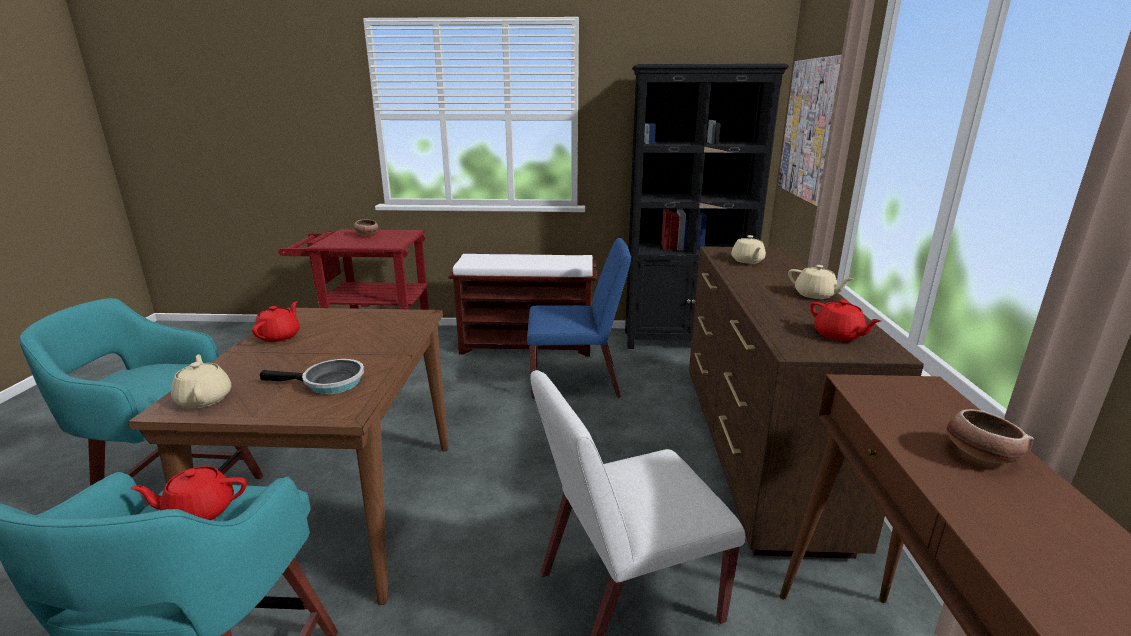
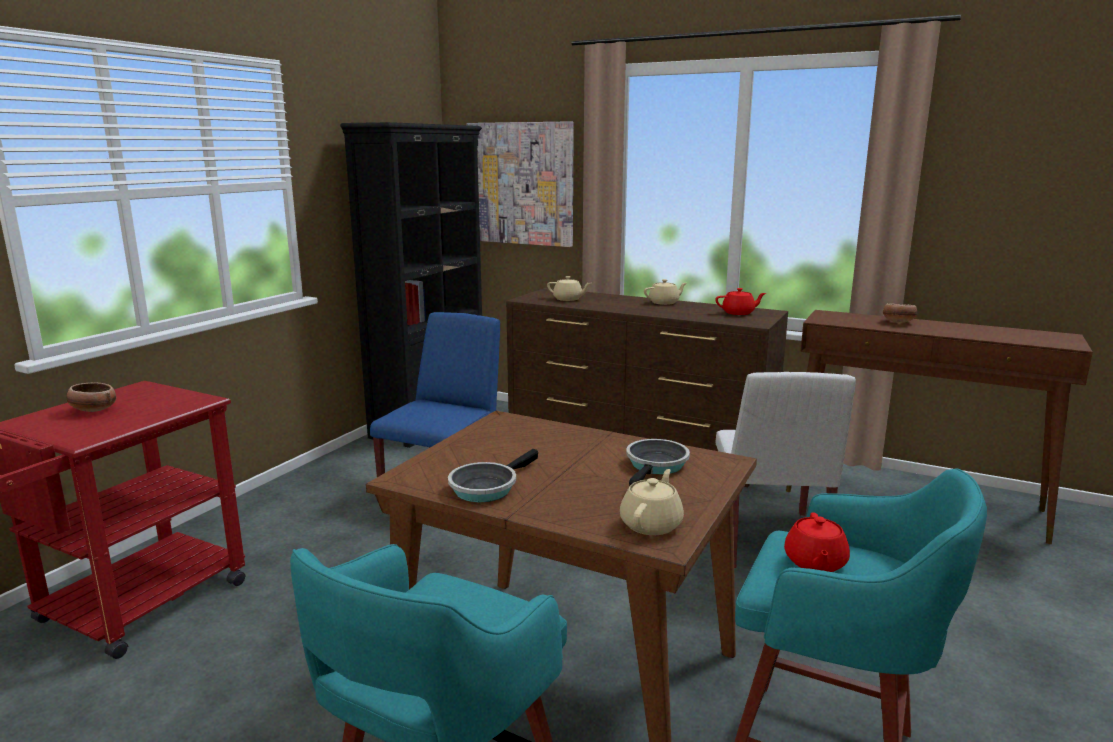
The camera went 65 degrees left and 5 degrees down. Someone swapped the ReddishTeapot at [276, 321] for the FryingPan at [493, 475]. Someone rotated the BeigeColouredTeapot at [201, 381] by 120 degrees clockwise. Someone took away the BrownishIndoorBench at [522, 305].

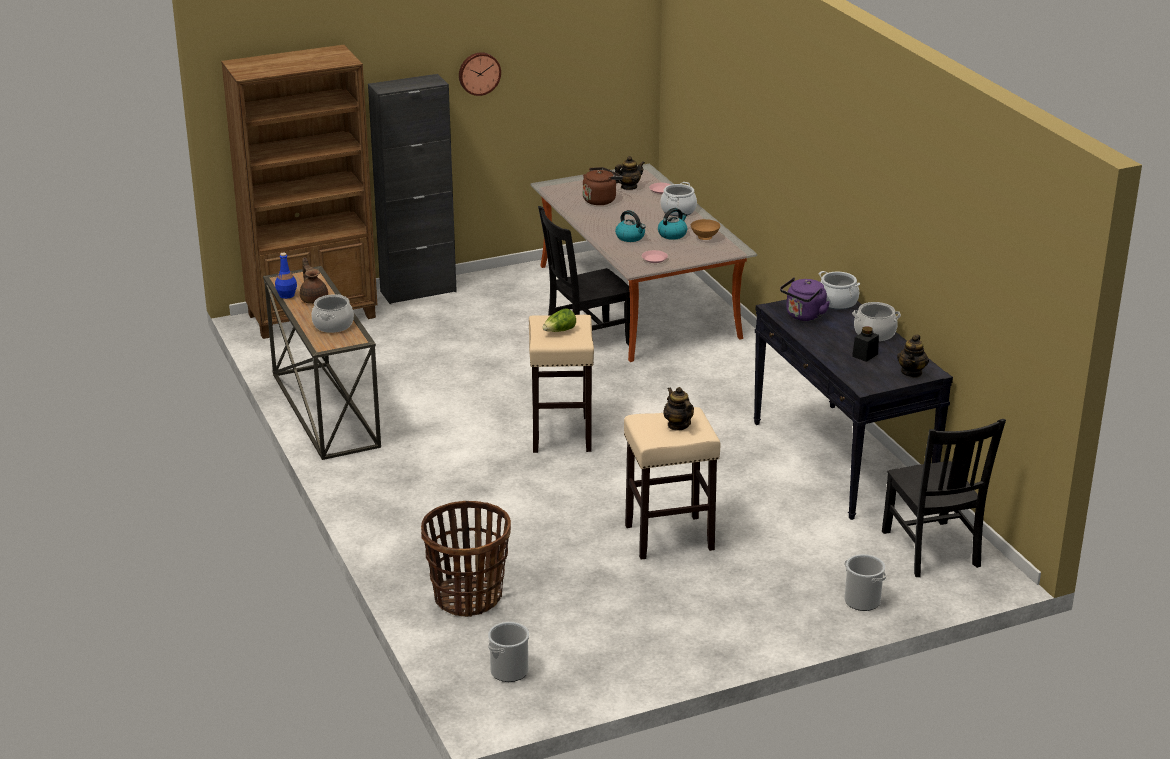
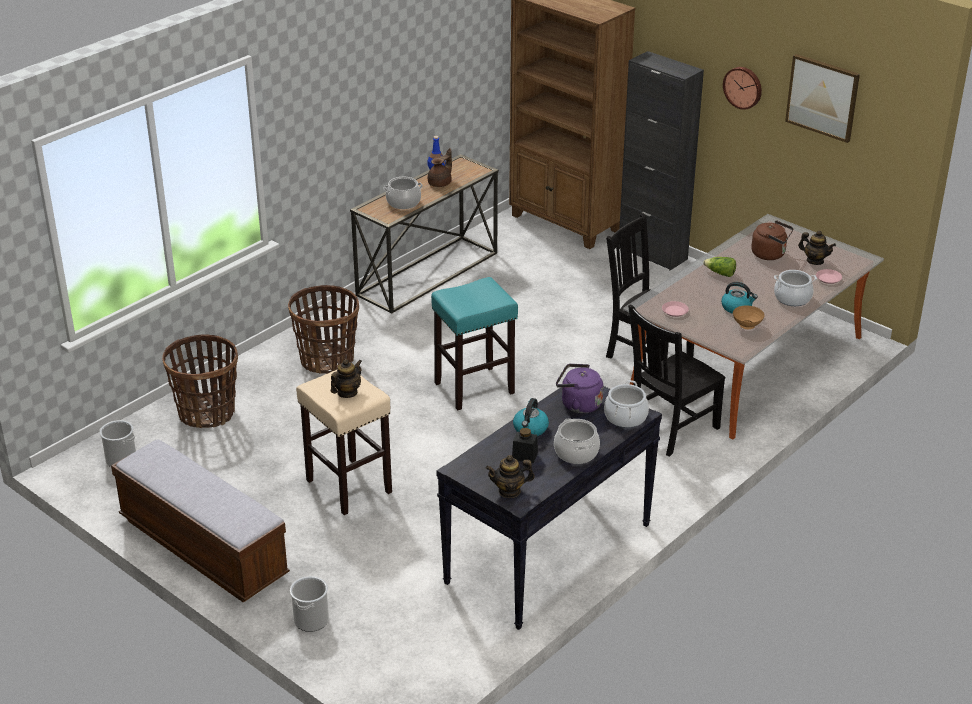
The camera went 65 degrees right and 5 degrees up. Someone put down the IndoorBench at [200, 521]. Someone put down the StorageBasket at [323, 329]. Someone repainted the BeigeColouredStoolSeat at [561, 384], which became the BlueGreenStoolSeat at [474, 343]. Someone carried the Kettle from [630, 226] to [531, 417]. Someone carried the BlackColouredChair from [944, 498] to [676, 381]. Someone carried the LettuceHead from [559, 320] to [719, 267]. Someone put up the Picture at [822, 98].

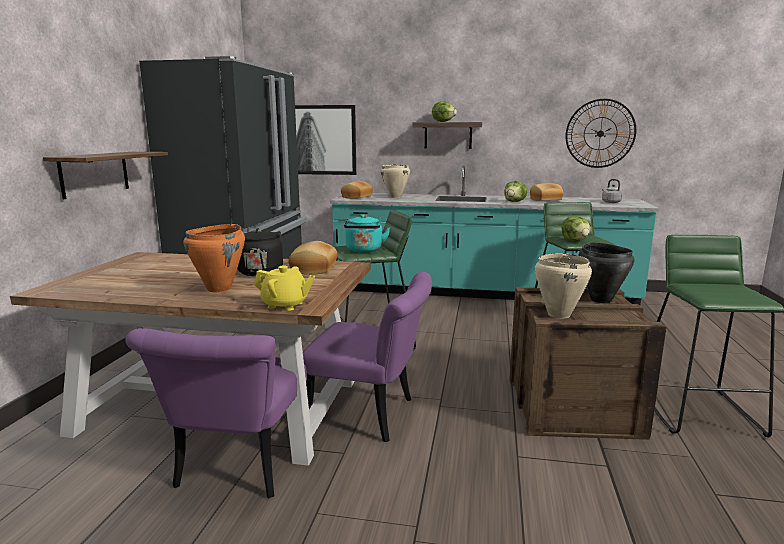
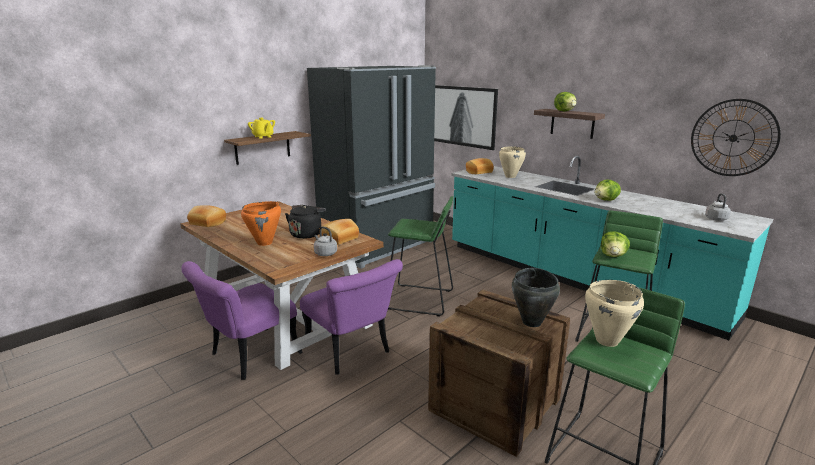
The camera went 35 degrees right and 5 degrees up. Someone carried the BakedBread from [546, 192] to [206, 216]. Someone carried the YellowColouredTeapot from [284, 288] to [261, 128]. Someone put down the GreyishKettle at [325, 241]. Someone carried the BeigeColouredSaucepot from [563, 285] to [614, 313]. Someone took away the BlueGreenKettle at [367, 233].

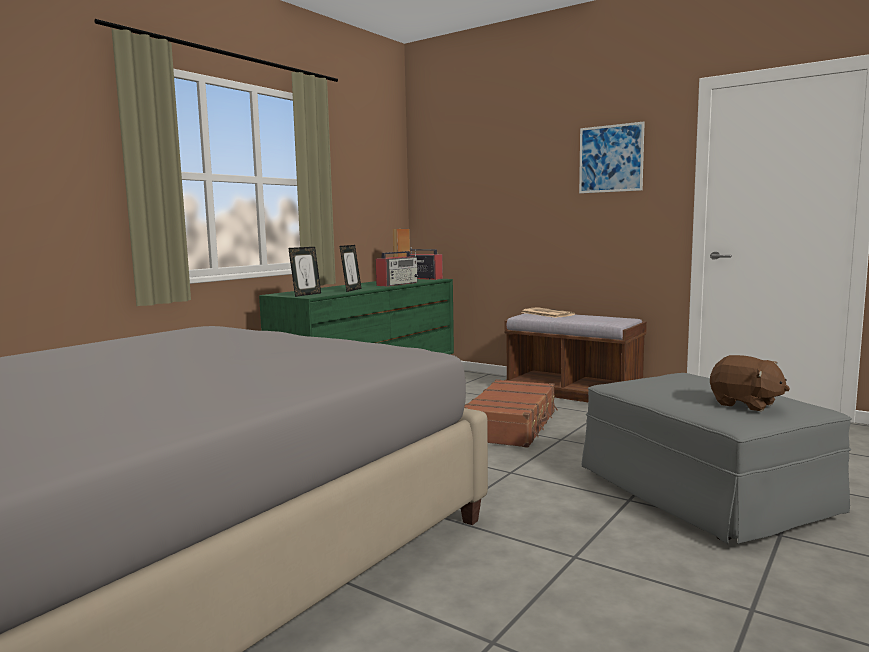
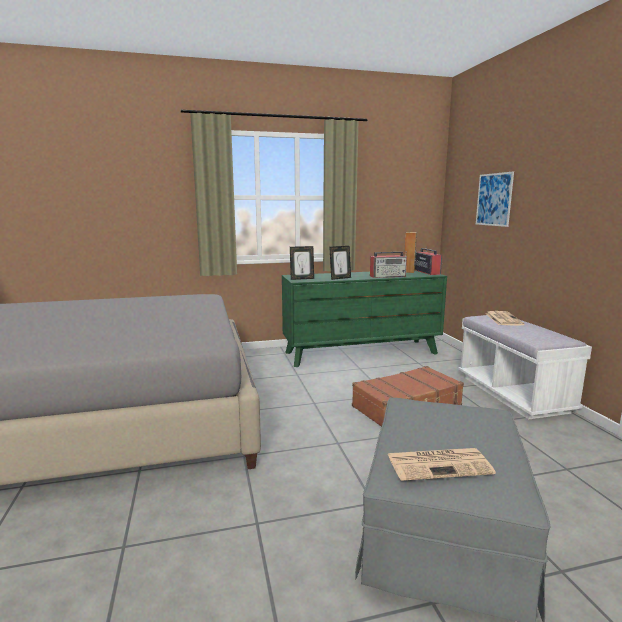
The camera went 40 degrees right and 5 degrees up. Someone swapped the BrownishCuddlyToy at [750, 383] for the DailyPaper at [441, 464]. Someone repainted the BrownishIndoorBench at [575, 357], which became the WhiteIndoorBench at [525, 367]. Someone carried the Picture from [612, 157] to [495, 199].

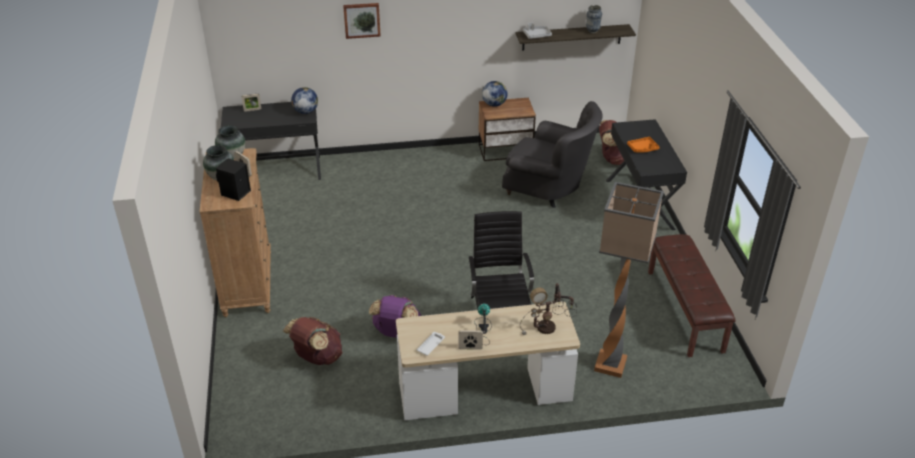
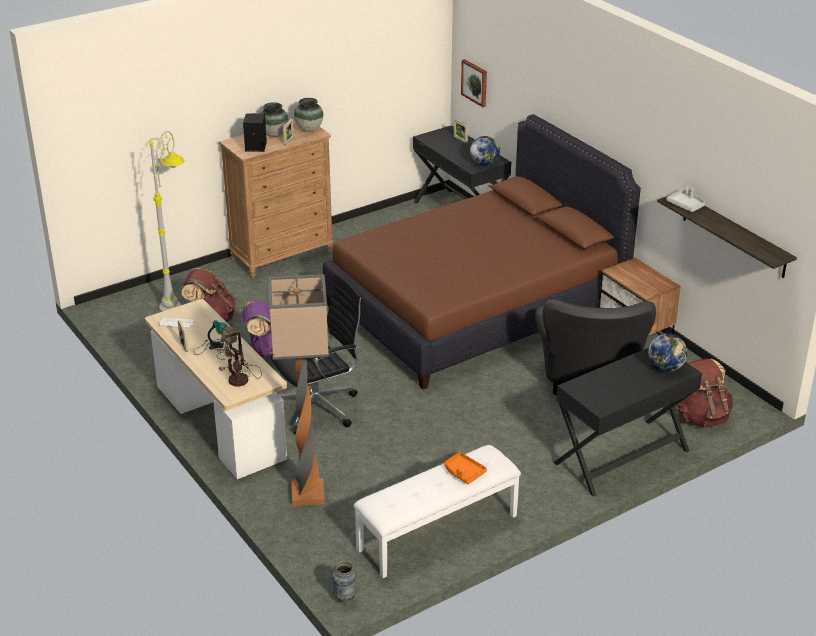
The camera went 65 degrees right and 5 degrees down. Someone put down the GreyishFloorLamp at [167, 221]. Someone put down the BrownishSleepingBed at [482, 251]. Someone carried the DecorativeVase from [594, 19] to [344, 582]. Someone repainted the BrownishIndoorBench at [691, 295], which became the WhiteIndoorBench at [437, 511]. Someone carried the OrangeColouredCarryingTray from [643, 145] to [465, 468]. Someone carried the Picture from [362, 21] to [474, 83]. Someone carried the DeskGlobe from [495, 94] to [667, 352].

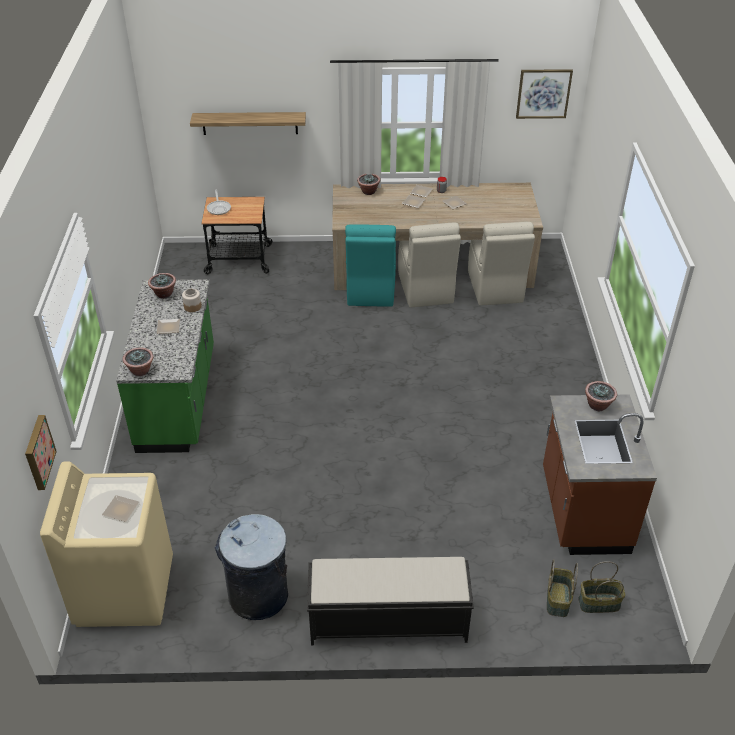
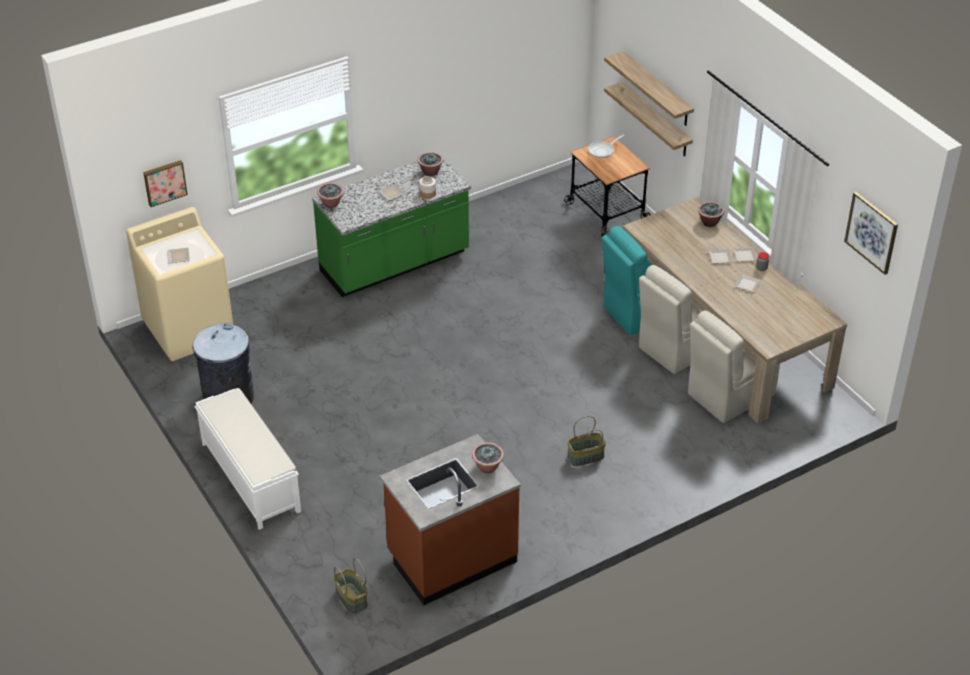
The camera went 60 degrees right and 0 degrees up. Someone repainted the BlackColouredIndoorBench at [390, 601], which became the WhiteIndoorBench at [248, 459]. Someone carried the StorageBasket from [562, 588] to [586, 441]. Someone put up the WallShelf at [648, 119].

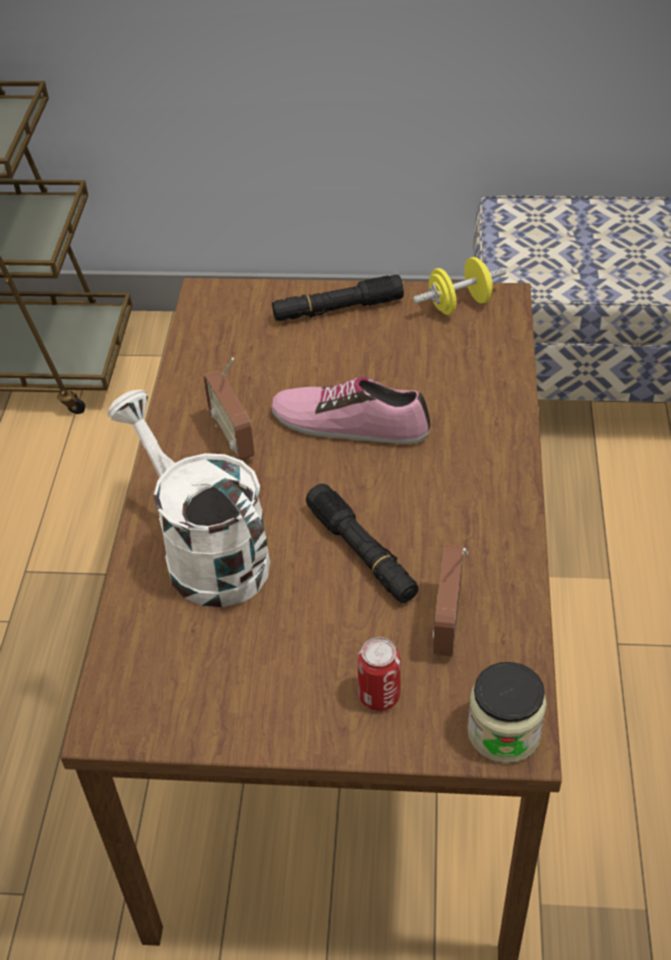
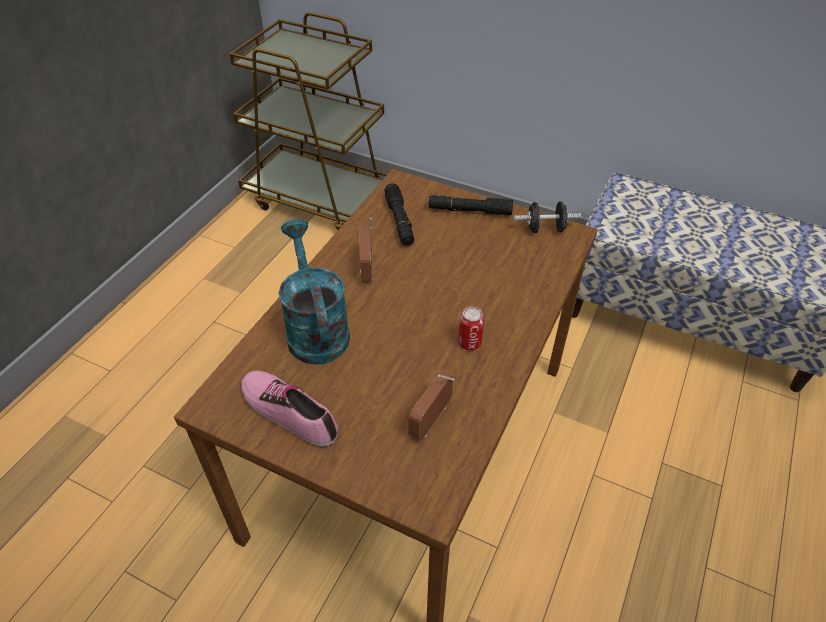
The camera went 20 degrees right and 0 degrees up. Someone carried the LowShoe from [351, 410] to [289, 409]. Someone repainted the WhiteWateringPot at [189, 498], which became the BlueGreenWateringPot at [314, 292]. Someone carried the BlackColouredHandTorch from [362, 543] to [399, 214]. Someone carried the Can from [379, 674] to [471, 329]. Someone repainted the YellowColouredFreeWeight at [459, 286], which became the BlackColouredFreeWeight at [547, 217]. Someone took away the PreserveJar at [506, 712].

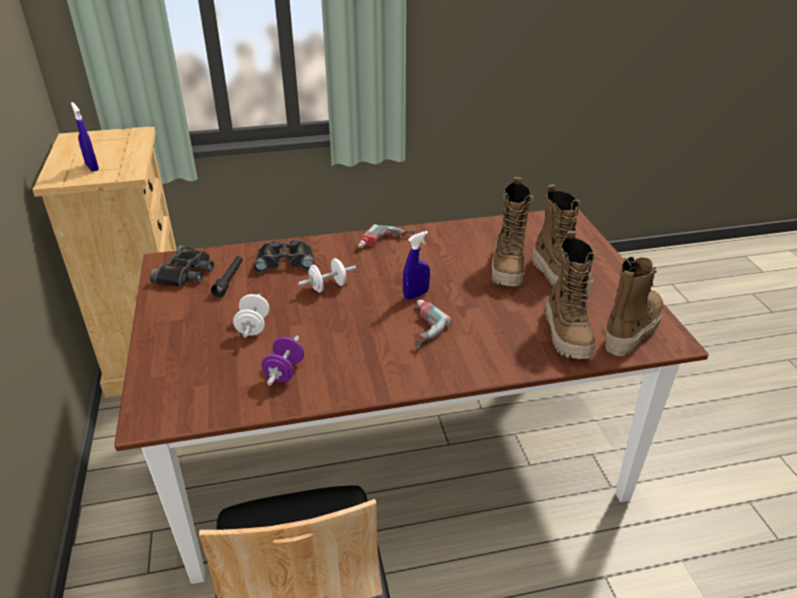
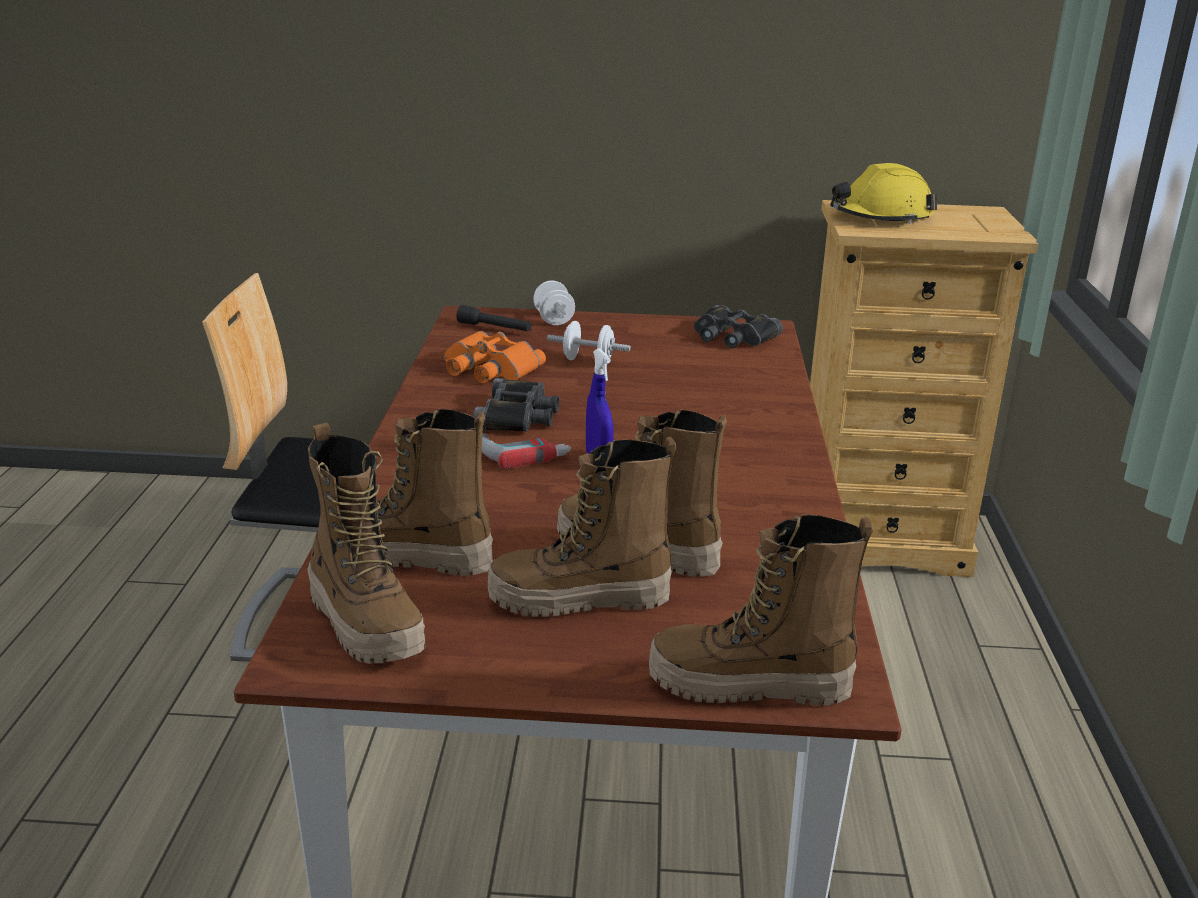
The camera went 105 degrees right and 10 degrees down. Someone swapped the PurpleFreeWeight at [282, 360] for the OrangeColouredFieldGlasses at [495, 357]. Someone carried the BlackColouredHandTorch from [227, 276] to [494, 318]. Someone carried the BlackColouredFieldGlasses from [284, 256] to [516, 405]. Someone carried the WhiteFreeWeight from [327, 275] to [554, 303]. Someone put down the HighTopBoot at [761, 610]. Someone swapped the BlueColouredSprayer at [85, 137] for the YellowColouredSafetyHelmet at [883, 193]. Someone took away the ElectricDrill at [389, 236].

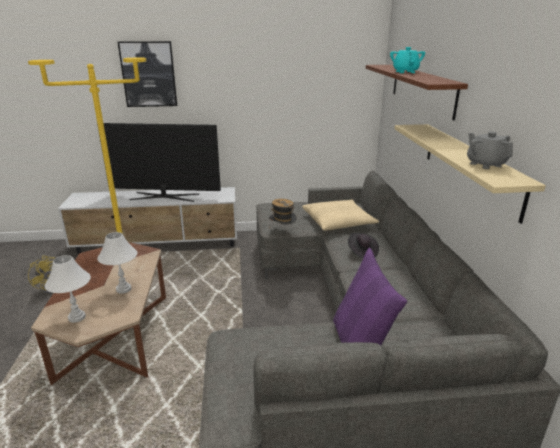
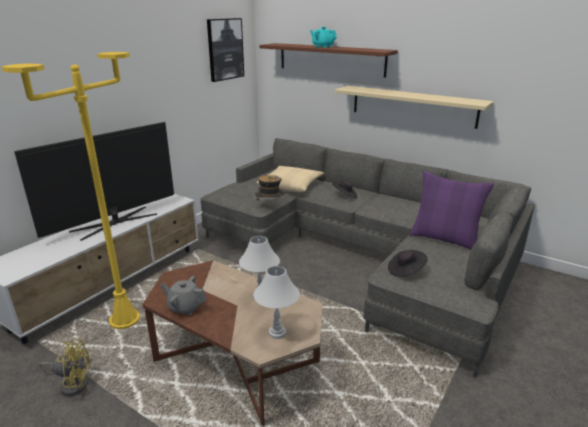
The camera went 50 degrees left and 0 degrees up. Someone carried the GreyishTeapot from [490, 150] to [183, 296]. Someone carried the Picture from [147, 74] to [225, 50]. Someone put down the BlackColouredClothingHat at [407, 263].

